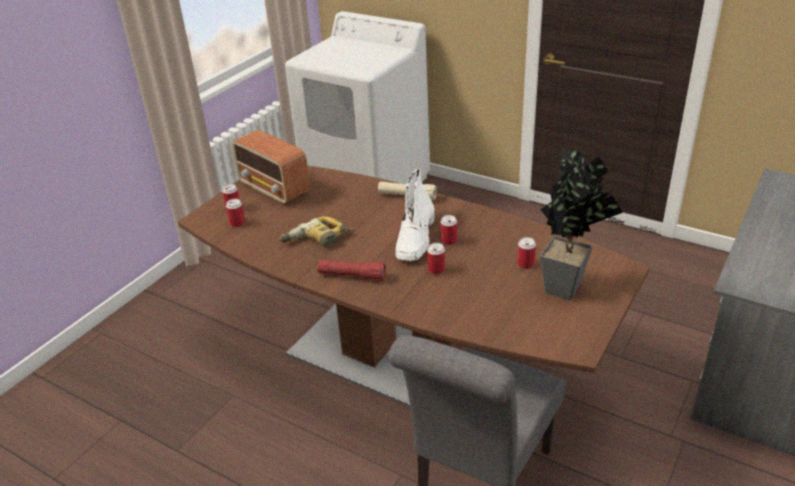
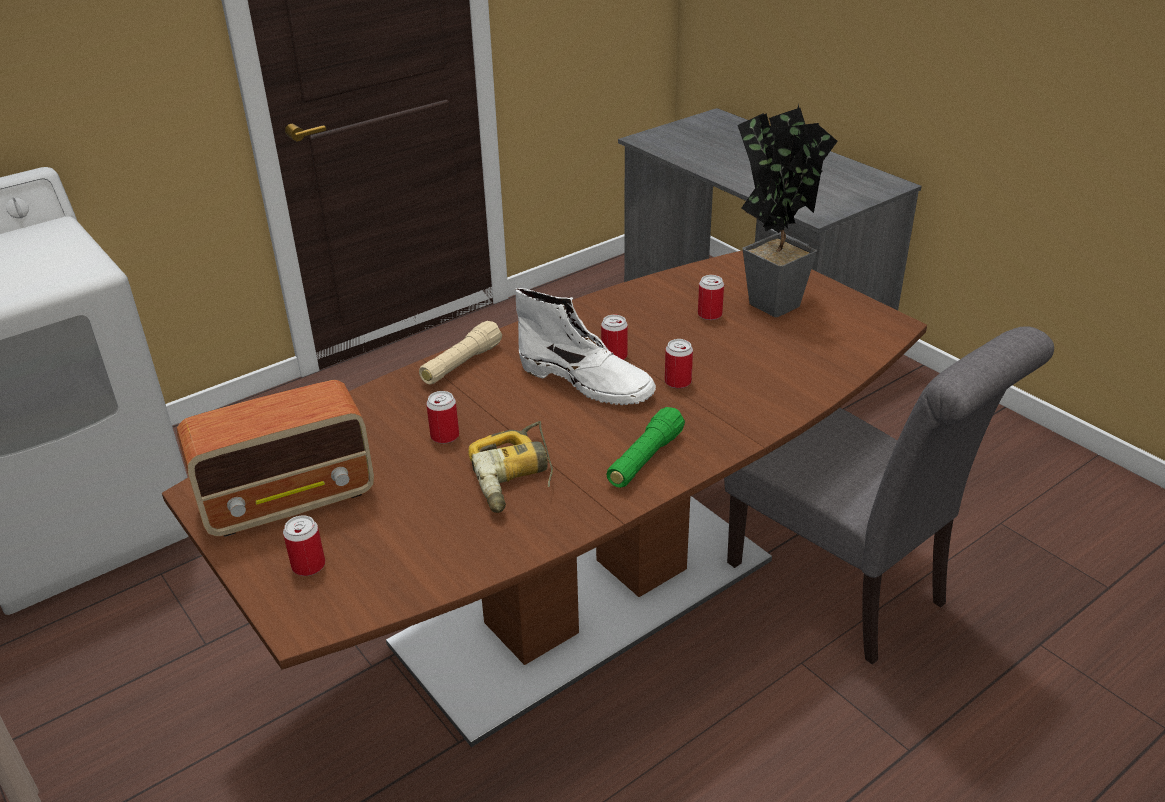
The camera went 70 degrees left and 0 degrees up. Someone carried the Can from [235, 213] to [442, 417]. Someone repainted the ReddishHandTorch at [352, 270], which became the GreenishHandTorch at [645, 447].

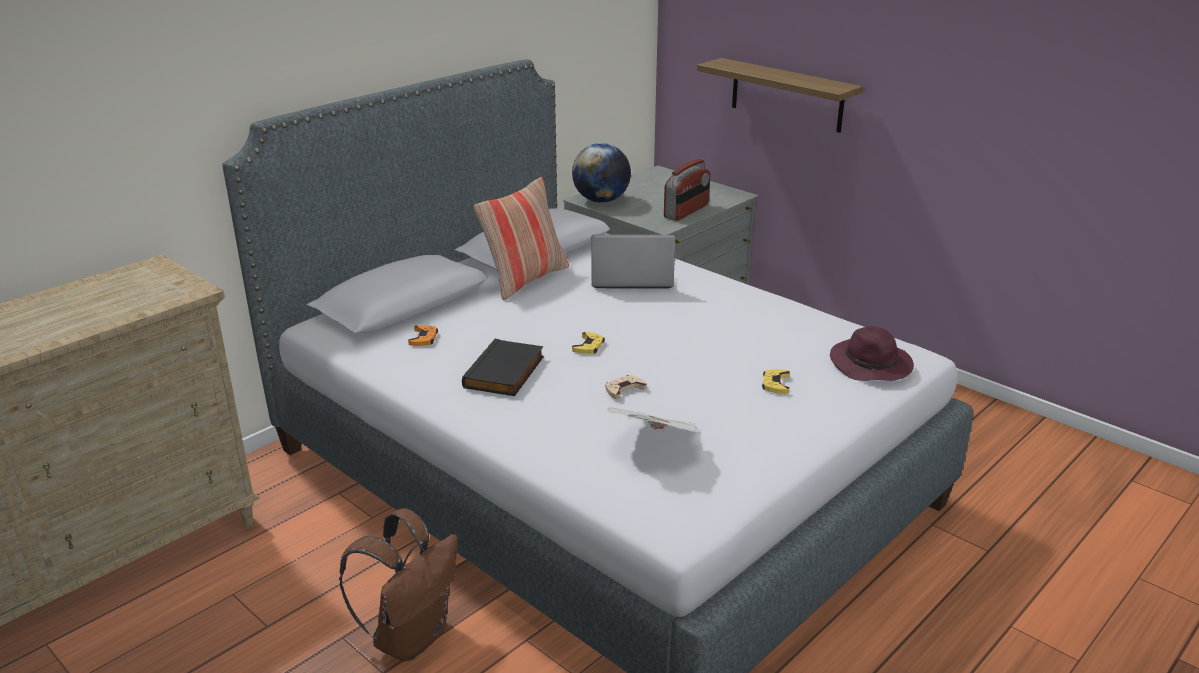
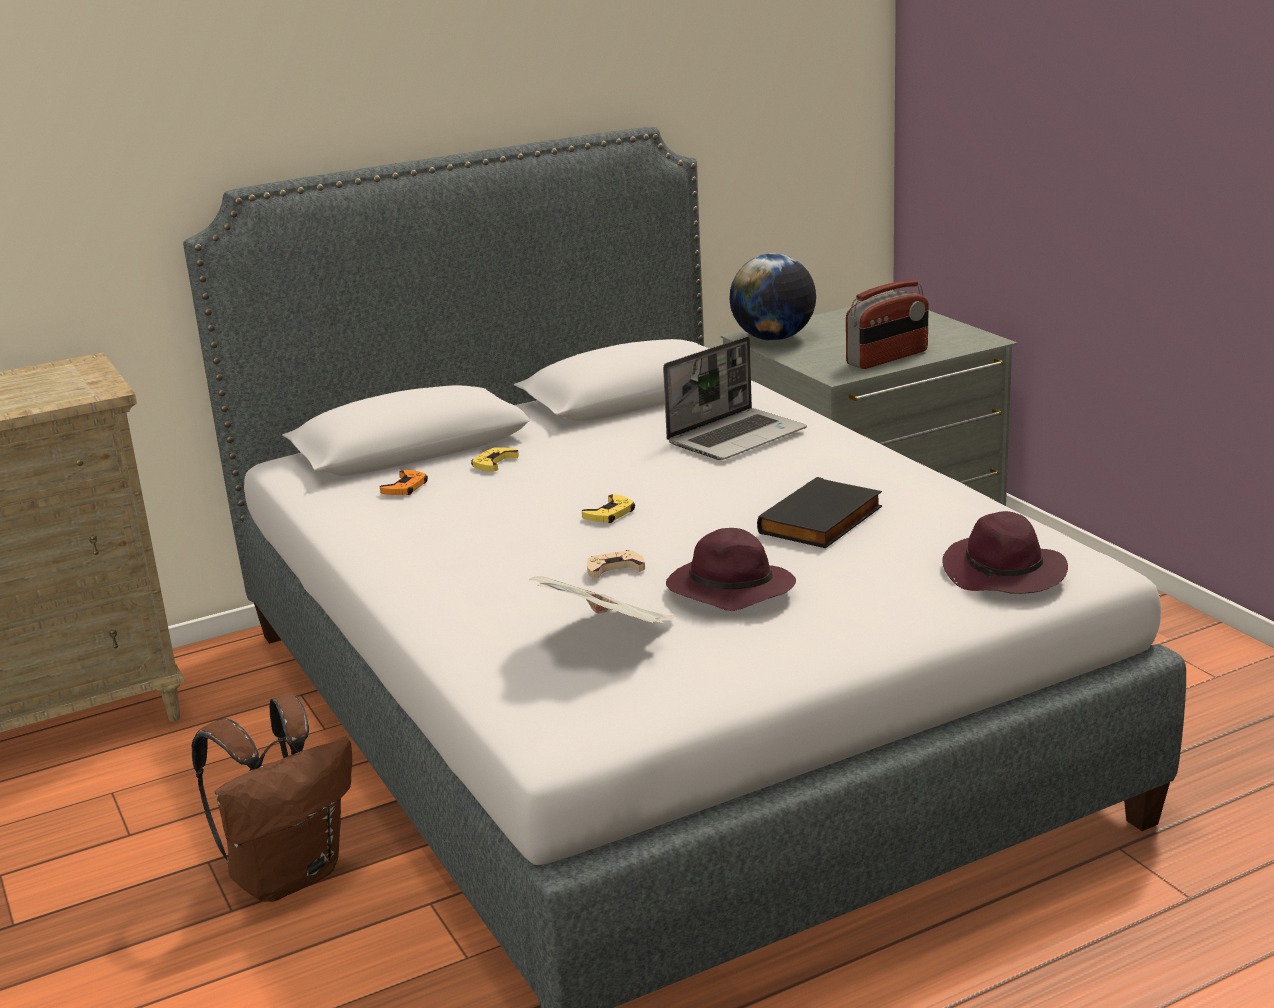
The camera went 20 degrees right and 5 degrees down. Someone carried the YellowColouredGamepad from [776, 381] to [495, 459]. Someone rotated the PortableComputer at [633, 262] by 120 degrees clockwise. Someone put down the PurpleClothingHat at [731, 569]. Someone carried the BlackColouredBoundBook from [503, 367] to [819, 512]. Someone took away the ThrowPillow at [521, 238]. Someone took away the WallShelf at [780, 95].

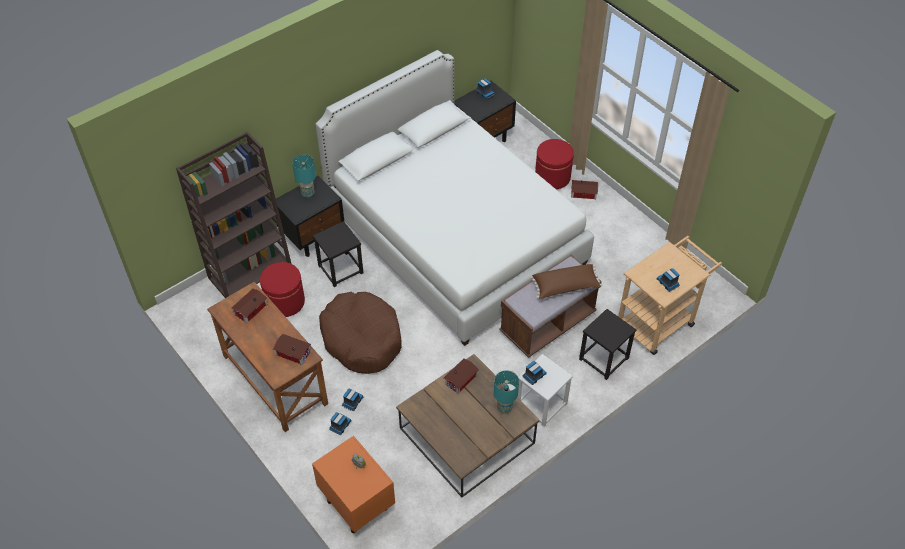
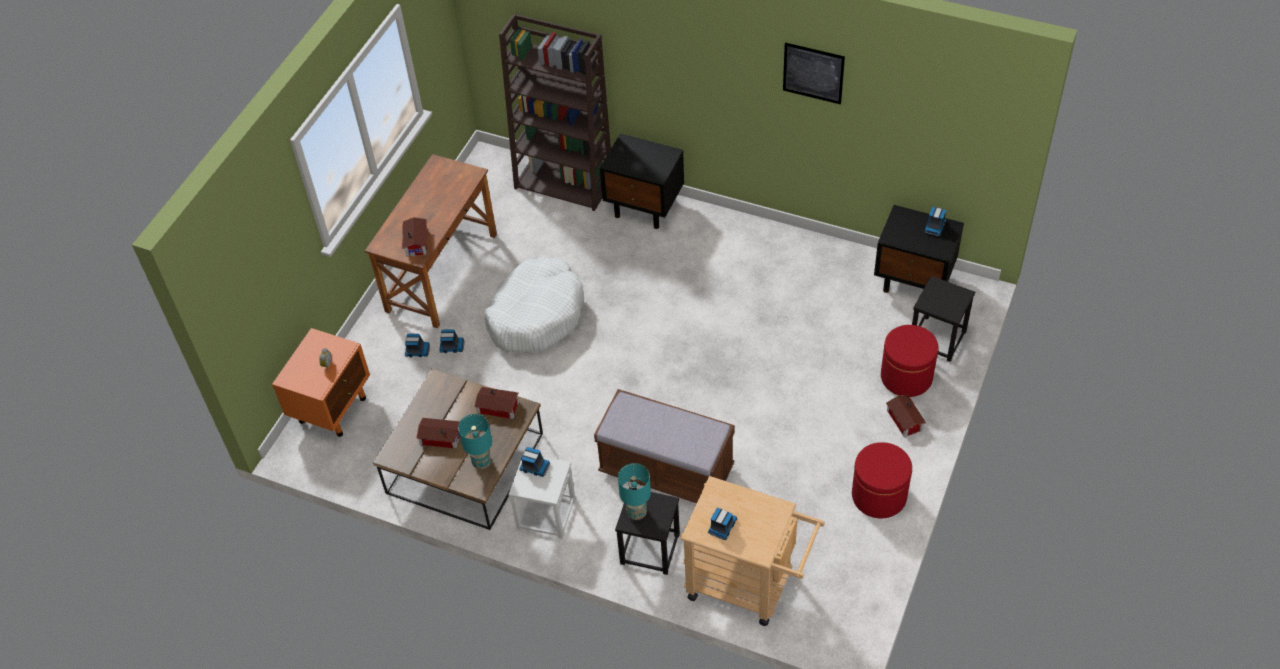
The camera went 65 degrees right and 0 degrees up. Someone carried the ModelHouse from [249, 306] to [438, 433]. Someone repainted the BrownishPetBed at [360, 333], which became the WhitePetBed at [534, 305]. Someone carried the BlueGreenTabletopLamp from [304, 176] to [634, 491]. Someone put up the Picture at [814, 73]. Someone carried the ReddishPouffe from [282, 289] to [882, 480]. Someone carried the BlackColouredStoolSeat from [338, 254] to [943, 319]. Someone took away the WhiteSleepingBed at [455, 198]. Someone took away the BrownishThrowPillow at [566, 281].

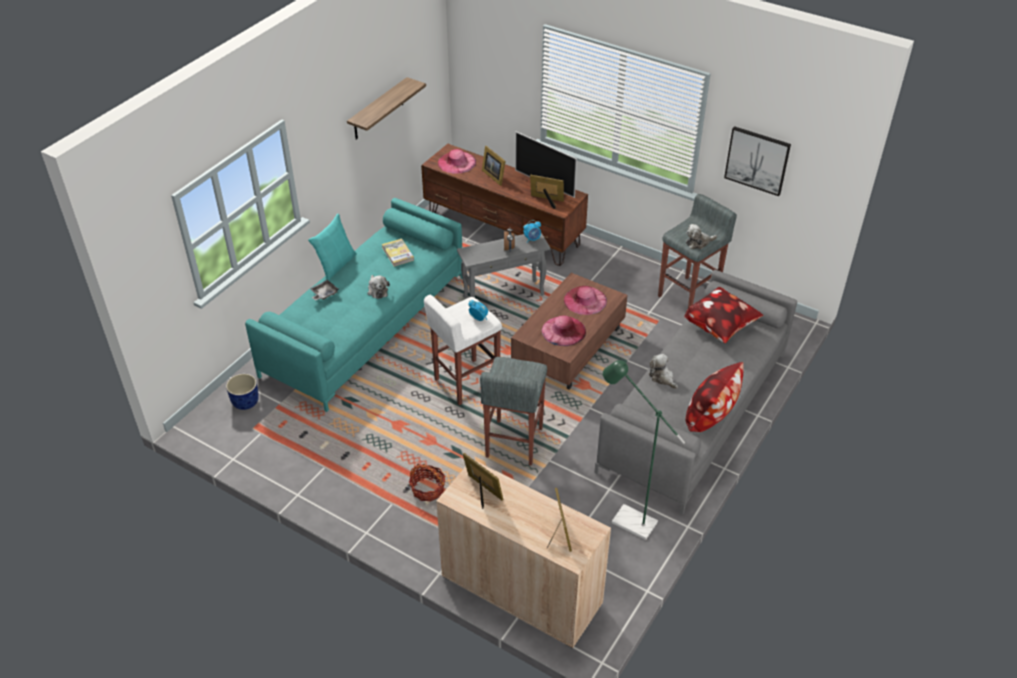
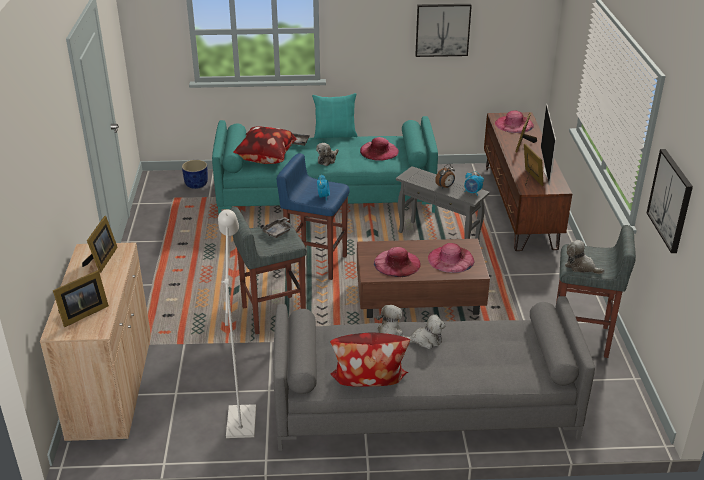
The camera went 55 degrees right and 10 degrees down. Someone repainted the GreenishFloorLamp at [644, 450], which became the WhiteFloorLamp at [237, 323]. Someone carried the ThrowPillow from [723, 315] to [265, 145]. Someone put down the GreyishCarryingTray at [276, 227]. Someone repainted the WhiteStoolSeat at [463, 350], which became the BlueColouredStoolSeat at [313, 216]. Someone swapped the BoundBook at [398, 252] for the PinkishClothingHat at [379, 149]. Someone put down the CuddlyToy at [424, 331]. Someone swapped the WallShelf at [386, 108] for the Picture at [443, 30]. Someone took away the StorageBasket at [427, 483].

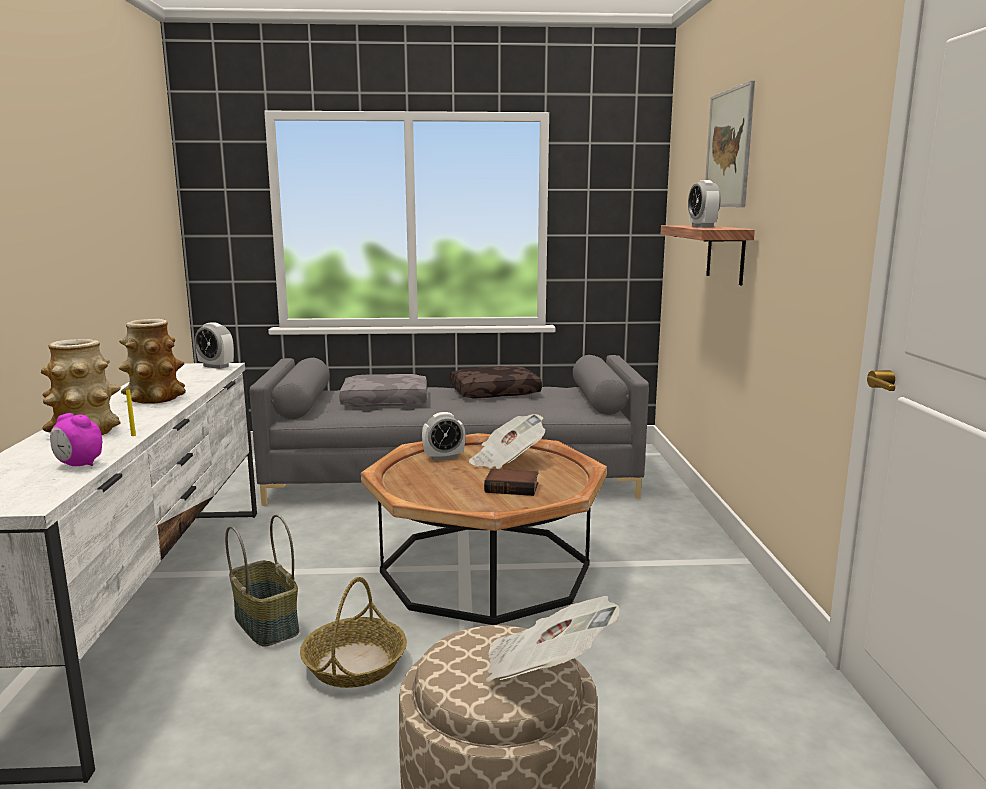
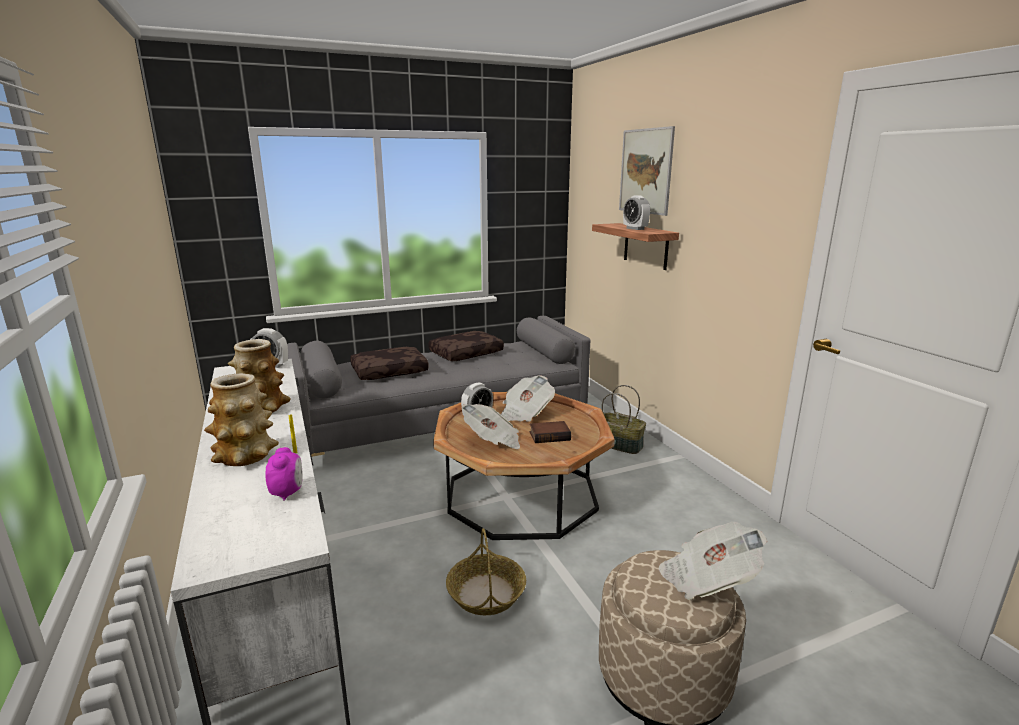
The camera went 20 degrees left and 5 degrees up. Someone rotated the TableClock at [76, 439] by 105 degrees counterclockwise. Someone repainted the GreyishThrowPillow at [383, 390], which became the BrownishThrowPillow at [389, 363]. Someone put down the DailyPaper at [491, 426]. Someone carried the StorageBasket from [262, 580] to [624, 419].

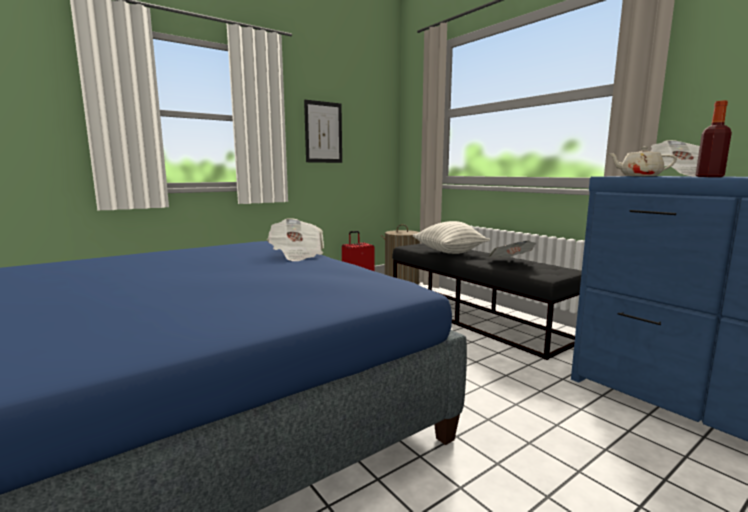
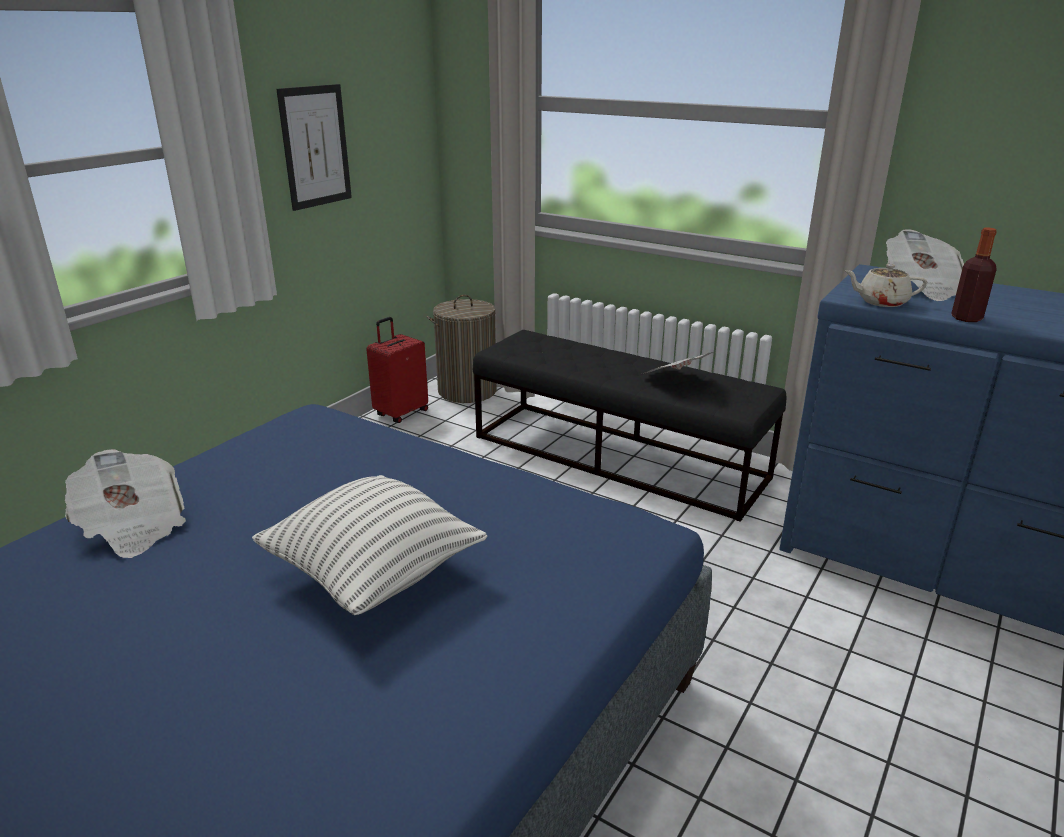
The camera went 20 degrees left and 15 degrees up. Someone carried the DailyPaper from [295, 239] to [125, 503]. Someone carried the ThrowPillow from [451, 237] to [369, 545].

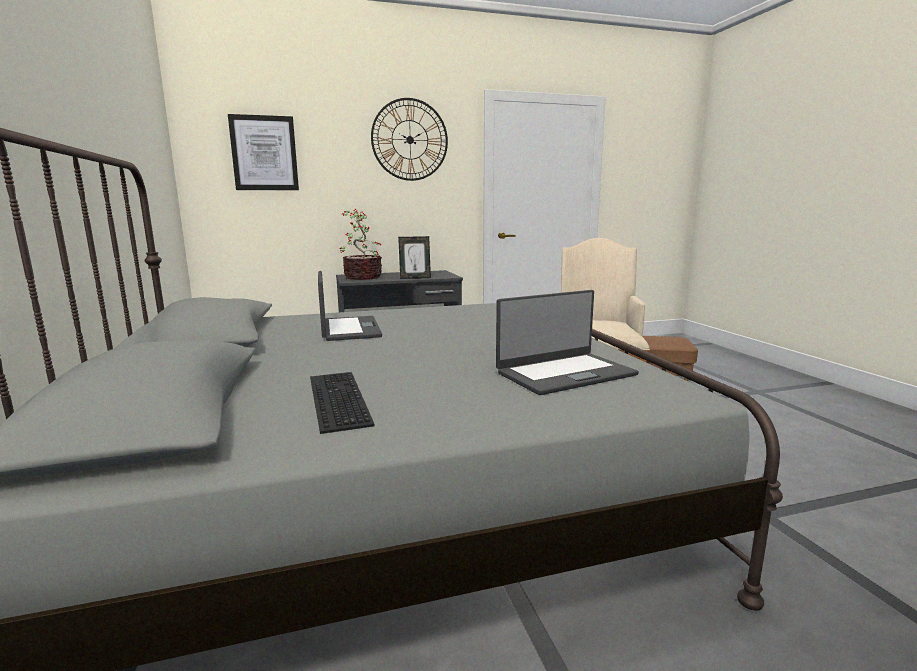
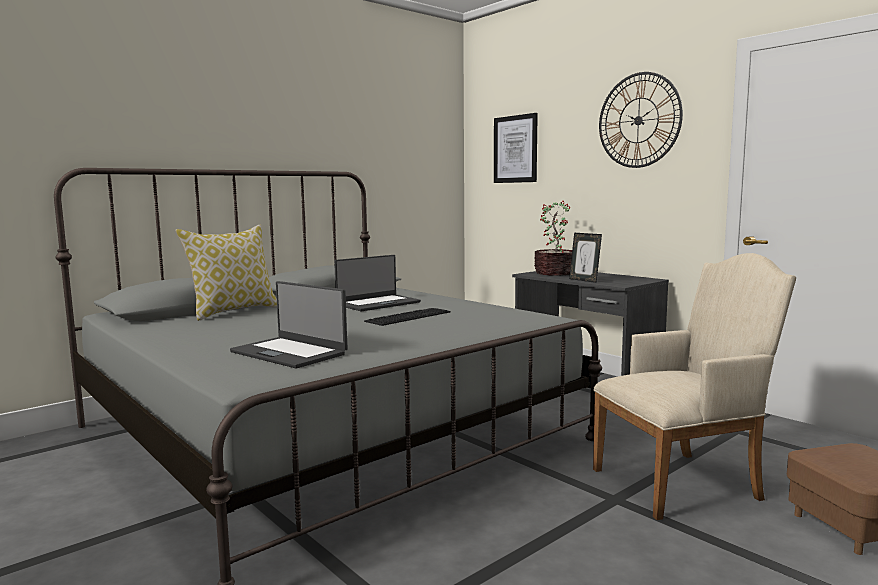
The camera went 65 degrees right and 5 degrees down. Someone put down the ThrowPillow at [226, 273]. Someone carried the Keyboard from [342, 403] to [407, 317].

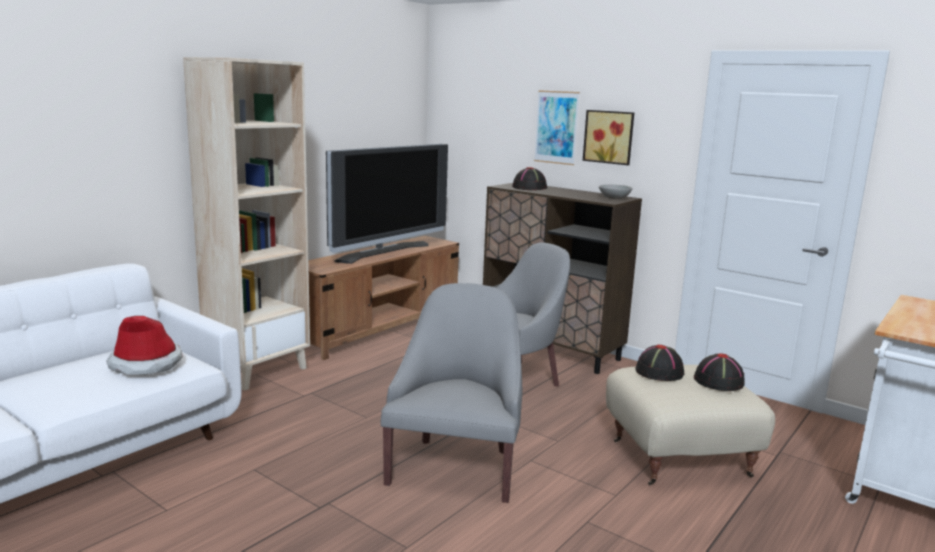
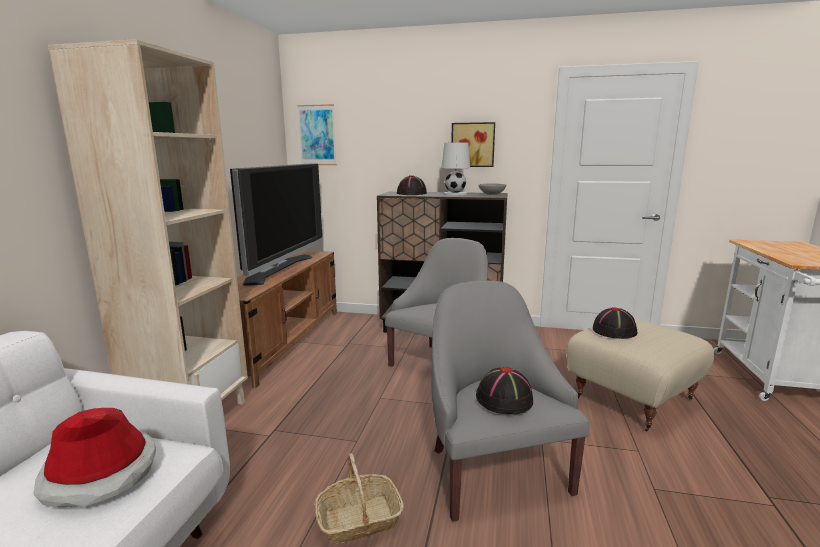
The camera went 25 degrees left and 0 degrees up. Someone carried the Picture from [557, 127] to [317, 134]. Someone put down the StorageBasket at [359, 498]. Someone put down the WhiteTabletopLamp at [455, 168]. Someone carried the BlackColouredClothingHat from [719, 372] to [504, 390].

